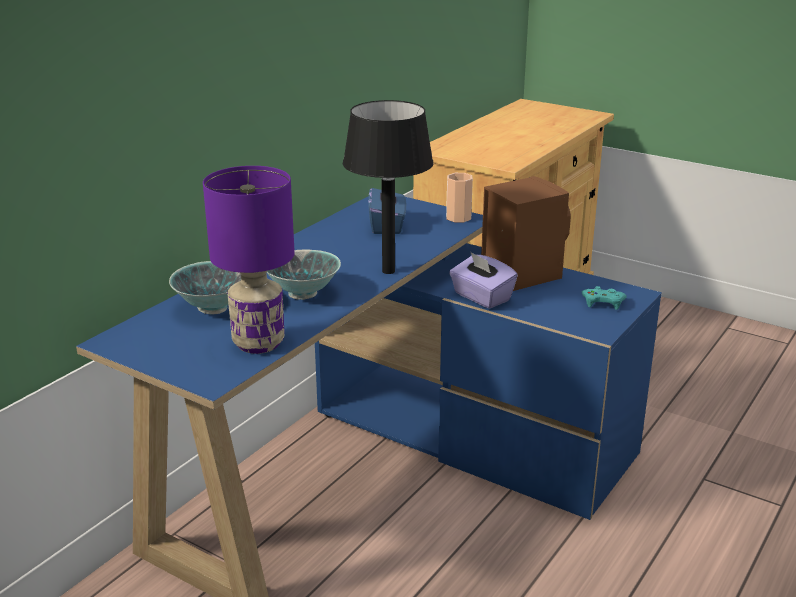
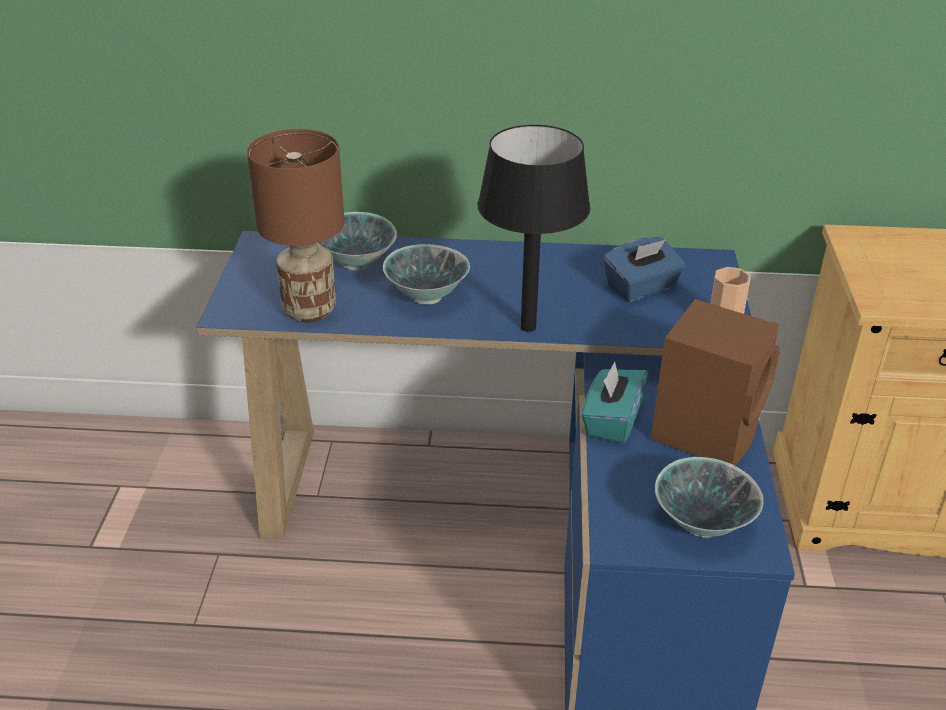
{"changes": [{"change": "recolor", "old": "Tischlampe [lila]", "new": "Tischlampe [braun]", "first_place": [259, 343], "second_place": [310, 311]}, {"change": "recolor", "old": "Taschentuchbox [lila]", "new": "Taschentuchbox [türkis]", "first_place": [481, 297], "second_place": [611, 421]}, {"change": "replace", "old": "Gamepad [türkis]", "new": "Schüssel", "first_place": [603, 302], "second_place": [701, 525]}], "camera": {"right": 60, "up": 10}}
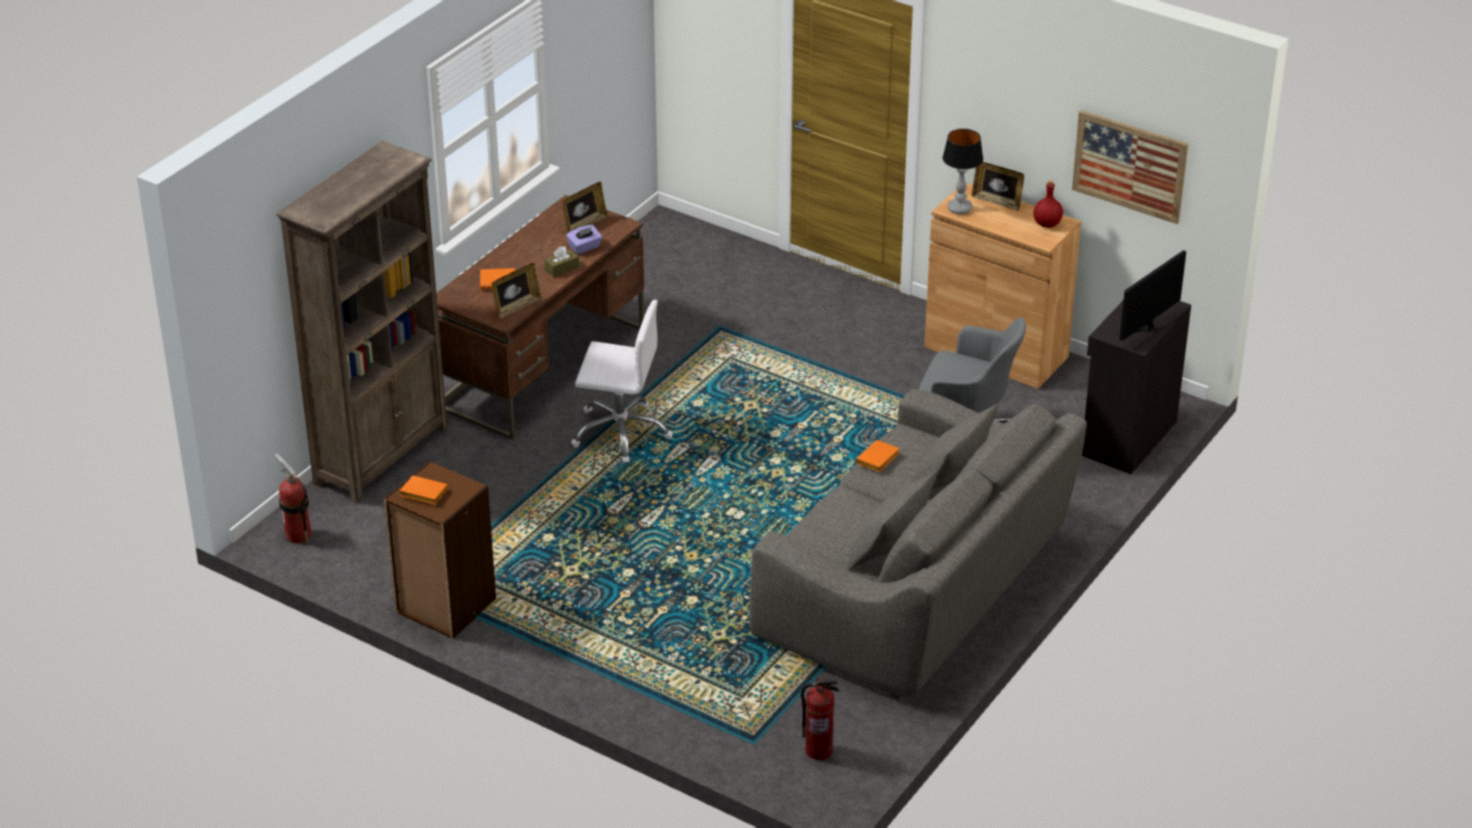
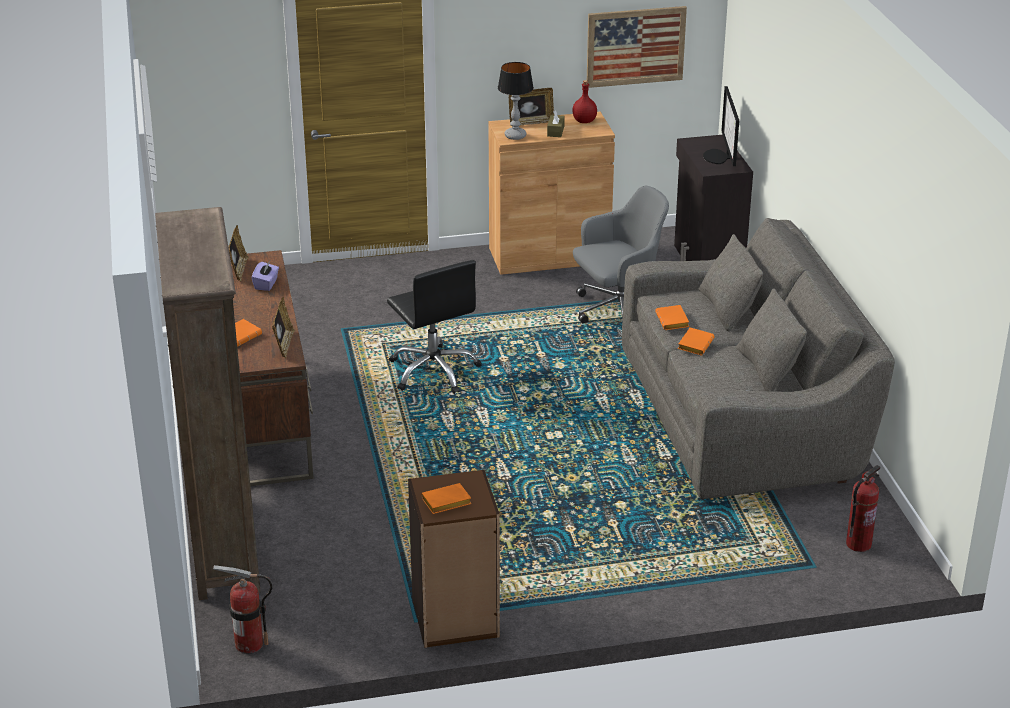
{"changes": [{"change": "move", "old": "Taschentuchbox [braun]", "first_place": [562, 269], "second_place": [555, 131]}, {"change": "delete", "old": "Bürostuhl [weiß]", "first_place": [621, 432]}, {"change": "insert", "new": "Bürostuhl [schwarz]", "second_place": [434, 371]}, {"change": "insert", "new": "Buch [orange]", "second_place": [695, 344]}], "camera": {"right": -45, "up": -5}}
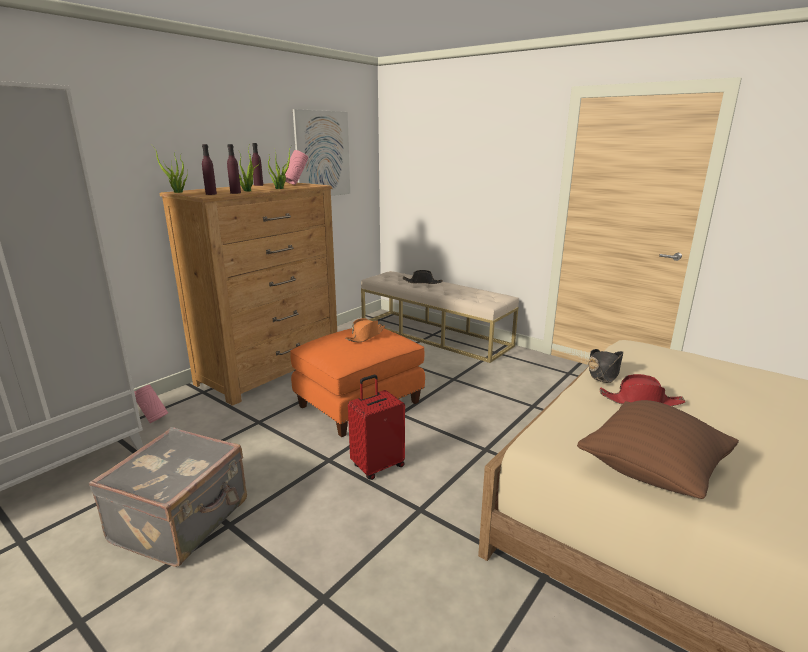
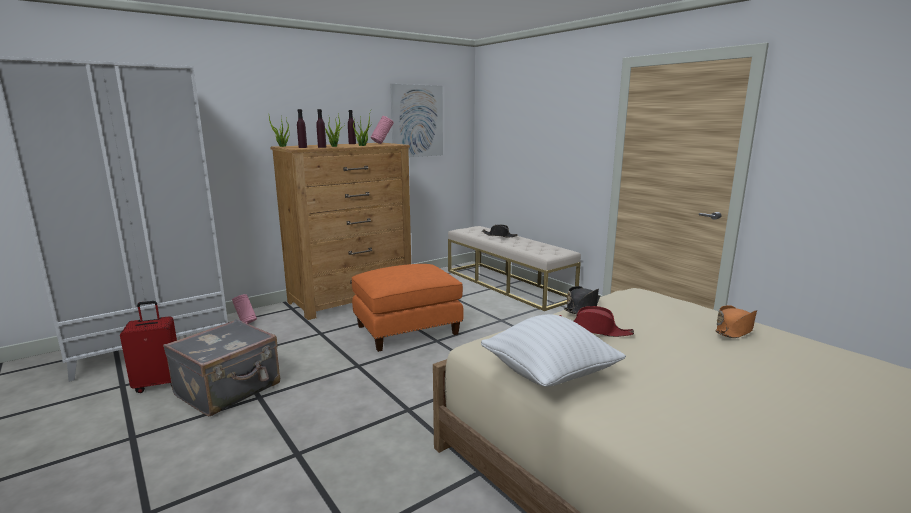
{"changes": [{"change": "move", "old": "Hut [orange]", "first_place": [366, 336], "second_place": [734, 329]}, {"change": "move", "old": "Koffer [rot]", "first_place": [377, 466], "second_place": [159, 383]}, {"change": "recolor", "old": "Kissen [braun]", "new": "Kissen [weiß]", "first_place": [652, 471], "second_place": [549, 375]}], "camera": {"right": 15, "up": -5}}
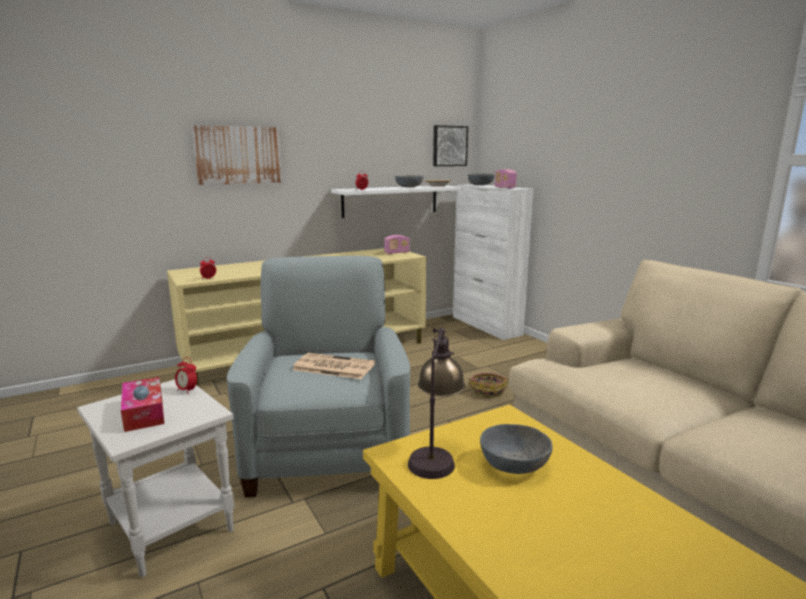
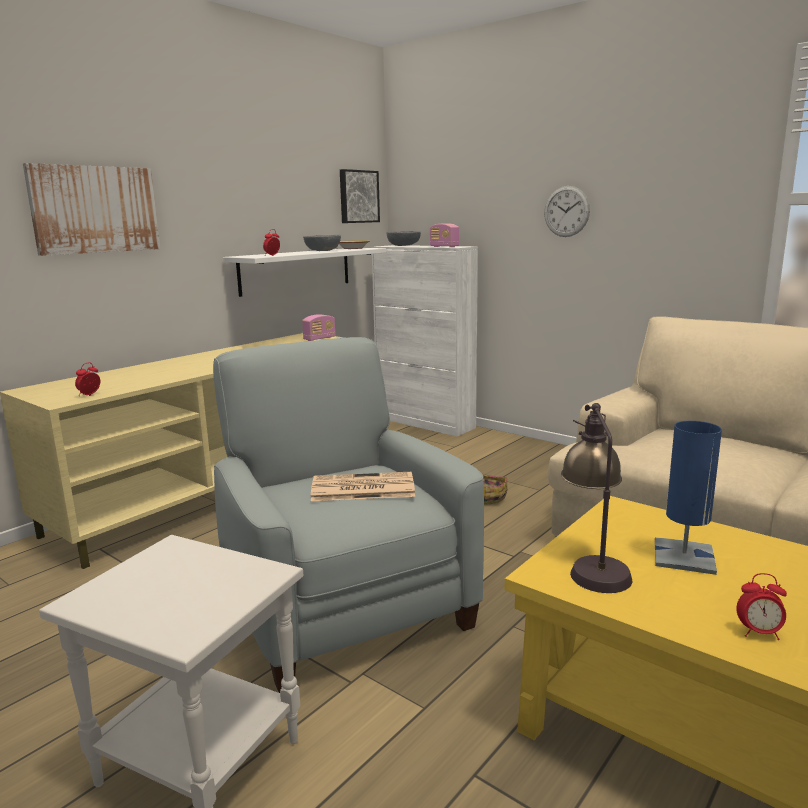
{"changes": [{"change": "move", "old": "Wecker", "first_place": [187, 390], "second_place": [759, 633]}, {"change": "delete", "old": "Taschentuchbox", "first_place": [144, 412]}, {"change": "replace", "old": "Schüssel [grau]", "new": "Tischlampe [blau]", "first_place": [513, 464], "second_place": [683, 557]}, {"change": "insert", "new": "Wanduhr", "second_place": [566, 211]}], "camera": {"right": -20, "up": 0}}
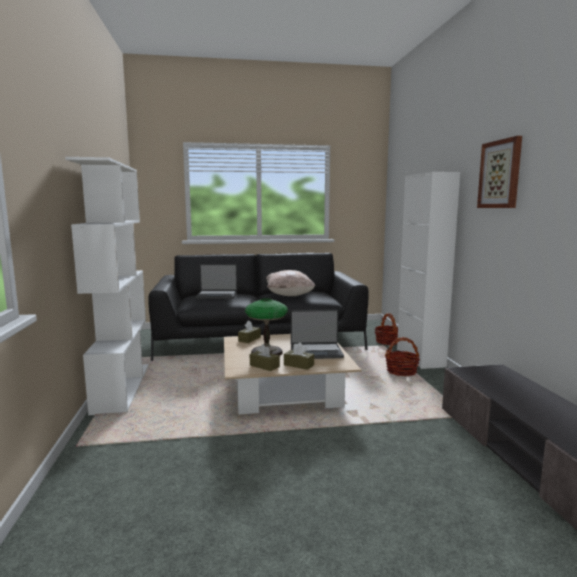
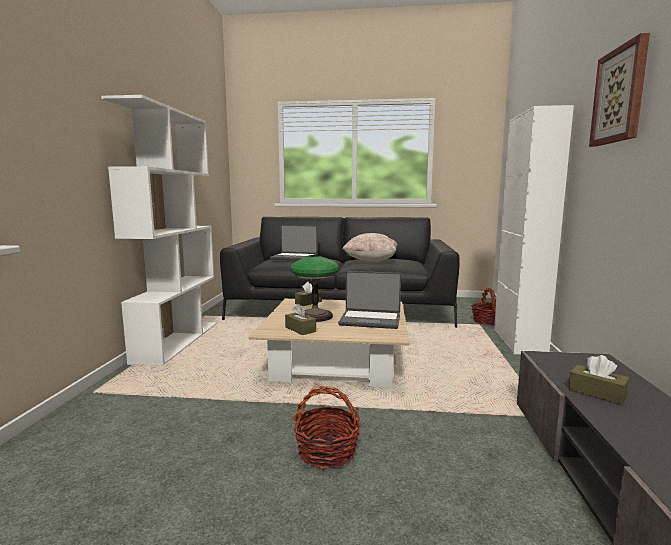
{"changes": [{"change": "move", "old": "Korb", "first_place": [401, 371], "second_place": [327, 451]}, {"change": "move", "old": "Taschentuchbox [braun]", "first_place": [298, 365], "second_place": [597, 393]}], "camera": {"right": 15, "up": 0}}
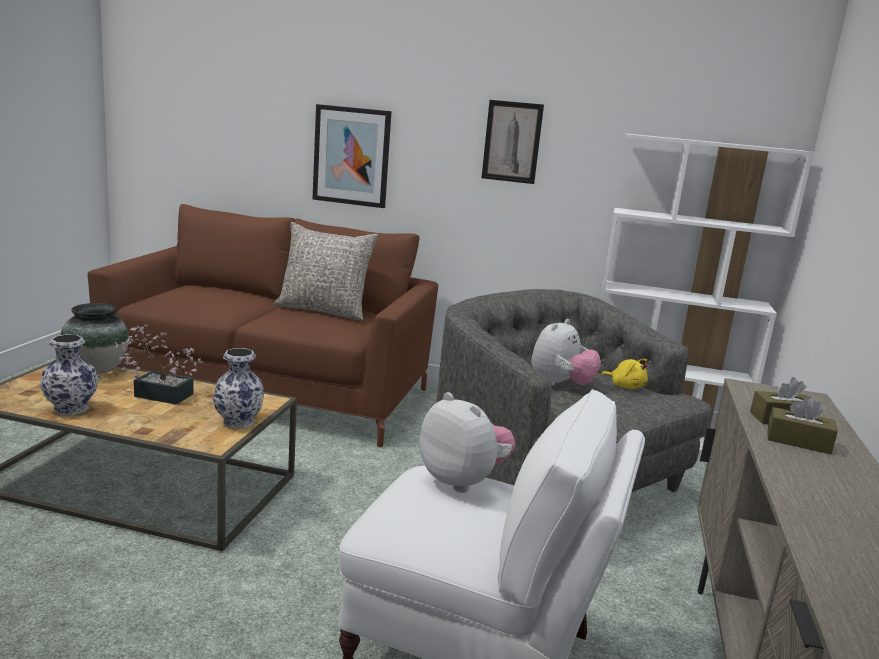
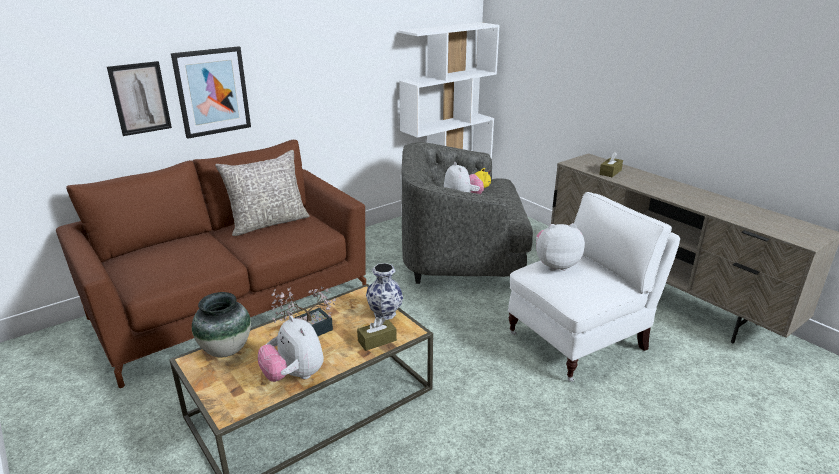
{"changes": [{"change": "move", "old": "Bild", "first_place": [512, 142], "second_place": [140, 98]}, {"change": "replace", "old": "Vase", "new": "Plüschtier", "first_place": [71, 409], "second_place": [294, 376]}, {"change": "move", "old": "Taschentuchbox [braun]", "first_place": [798, 441], "second_place": [377, 341]}], "camera": {"right": -50, "up": 10}}
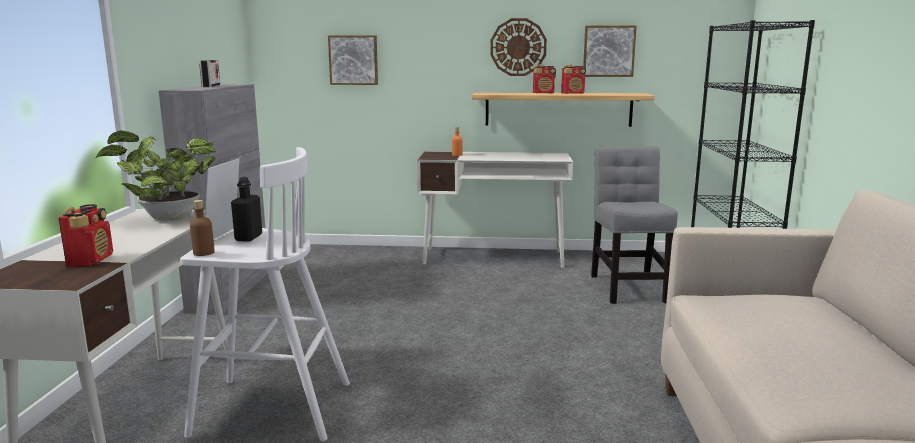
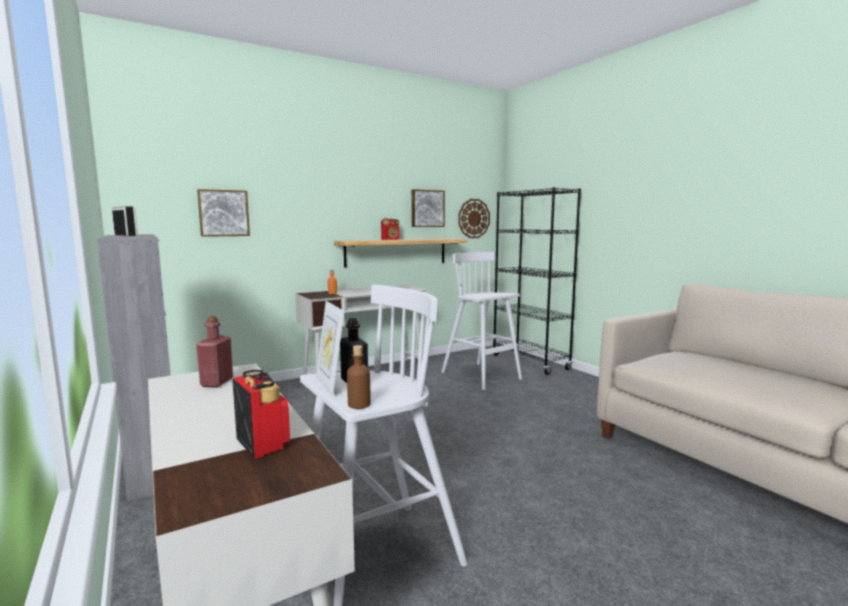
{"changes": [{"change": "move", "old": "Wanduhr", "first_place": [518, 47], "second_place": [473, 218]}, {"change": "delete", "old": "Radio", "first_place": [573, 93]}, {"change": "replace", "old": "Topfpflanze", "new": "Flasche [rot]", "first_place": [166, 218], "second_place": [217, 382]}, {"change": "replace", "old": "Stuhl [grau]", "new": "Hocker [weiß]", "first_place": [627, 287], "second_place": [482, 376]}], "camera": {"right": -35, "up": -5}}
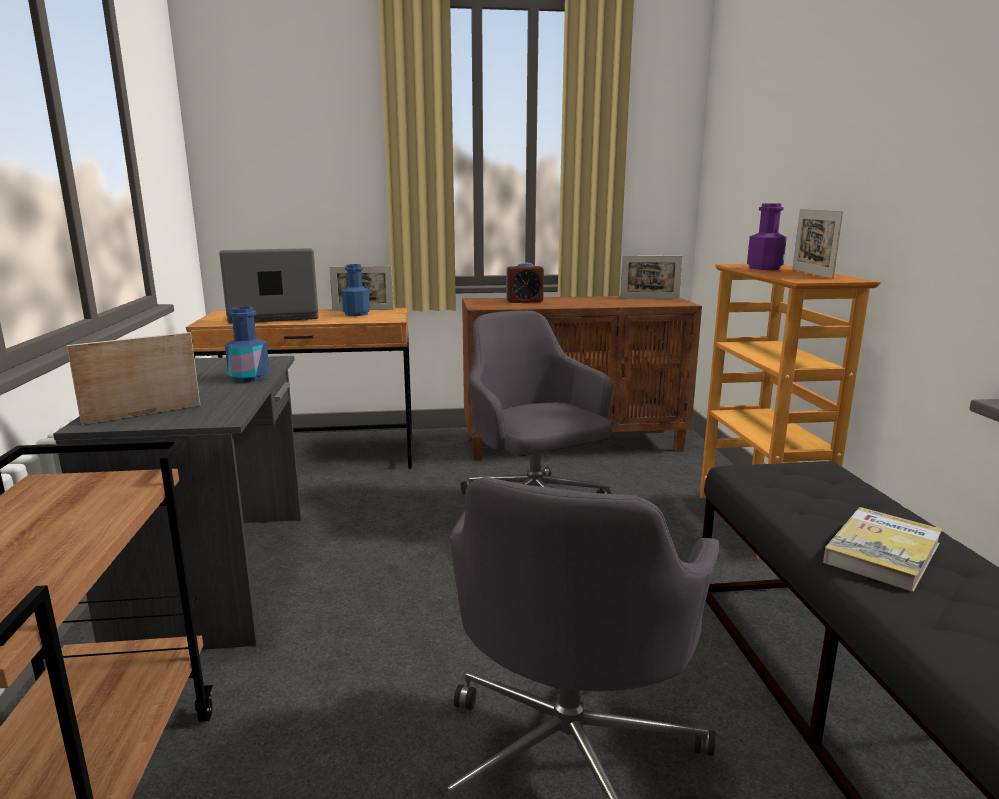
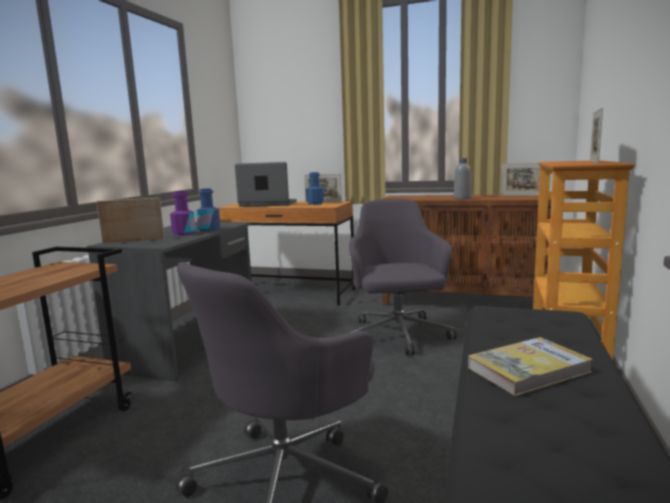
{"changes": [{"change": "move", "old": "Flasche [lila]", "first_place": [764, 268], "second_place": [184, 234]}, {"change": "delete", "old": "Wecker", "first_place": [524, 301]}, {"change": "insert", "new": "Flasche [grau]", "second_place": [462, 198]}], "camera": {"right": 25, "up": -5}}
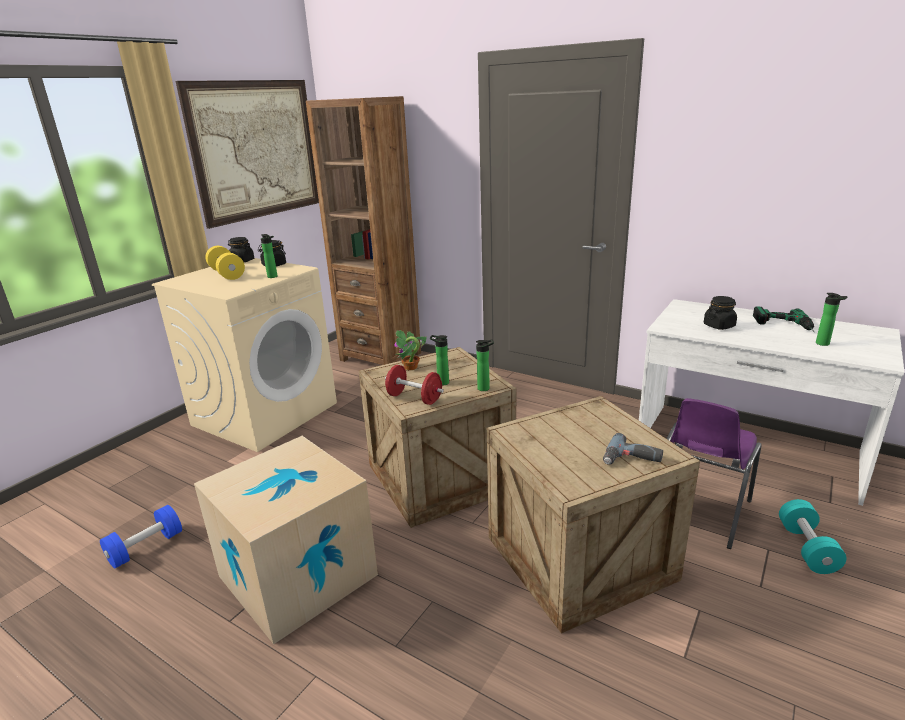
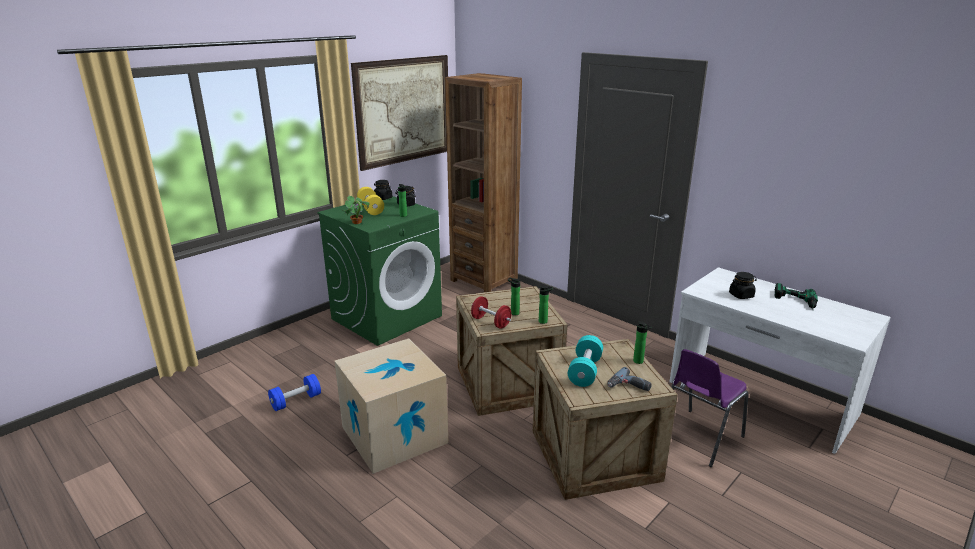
{"changes": [{"change": "recolor", "old": "Waschmaschine [beige]", "new": "Waschmaschine [grün]", "first_place": [265, 413], "second_place": [387, 317]}, {"change": "move", "old": "Flasche", "first_place": [824, 344], "second_place": [639, 362]}, {"change": "move", "old": "Topfpflanze", "first_place": [410, 367], "second_place": [356, 222]}, {"change": "move", "old": "Hantel [türkis]", "first_place": [807, 548], "second_place": [585, 371]}], "camera": {"right": 10, "up": 0}}
